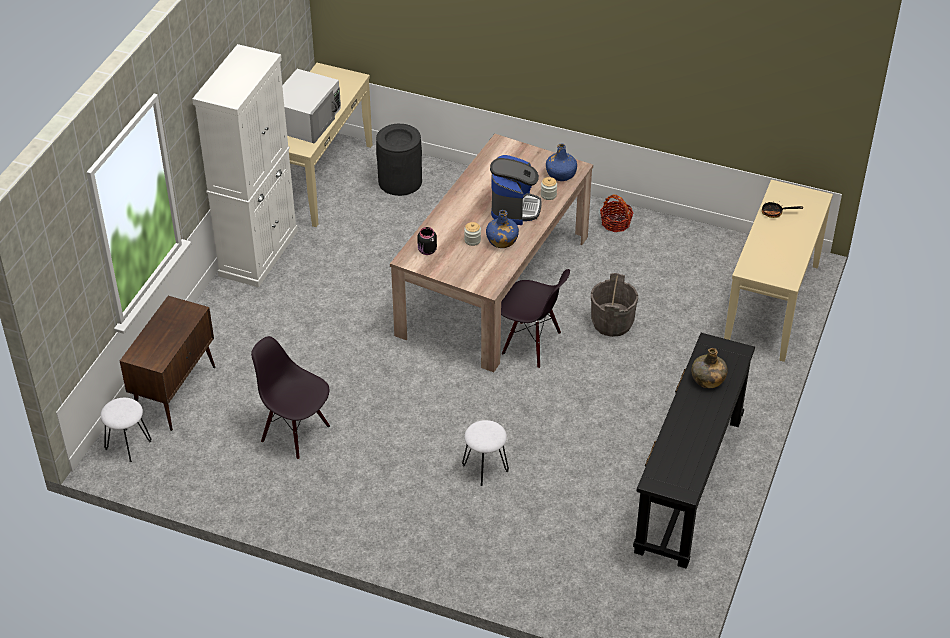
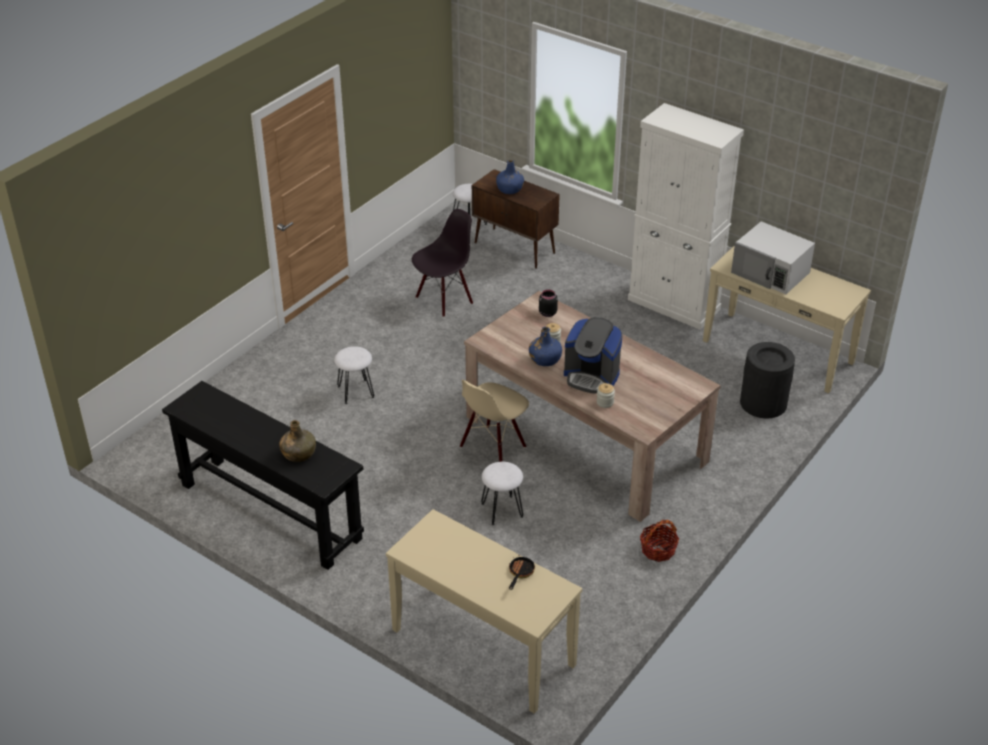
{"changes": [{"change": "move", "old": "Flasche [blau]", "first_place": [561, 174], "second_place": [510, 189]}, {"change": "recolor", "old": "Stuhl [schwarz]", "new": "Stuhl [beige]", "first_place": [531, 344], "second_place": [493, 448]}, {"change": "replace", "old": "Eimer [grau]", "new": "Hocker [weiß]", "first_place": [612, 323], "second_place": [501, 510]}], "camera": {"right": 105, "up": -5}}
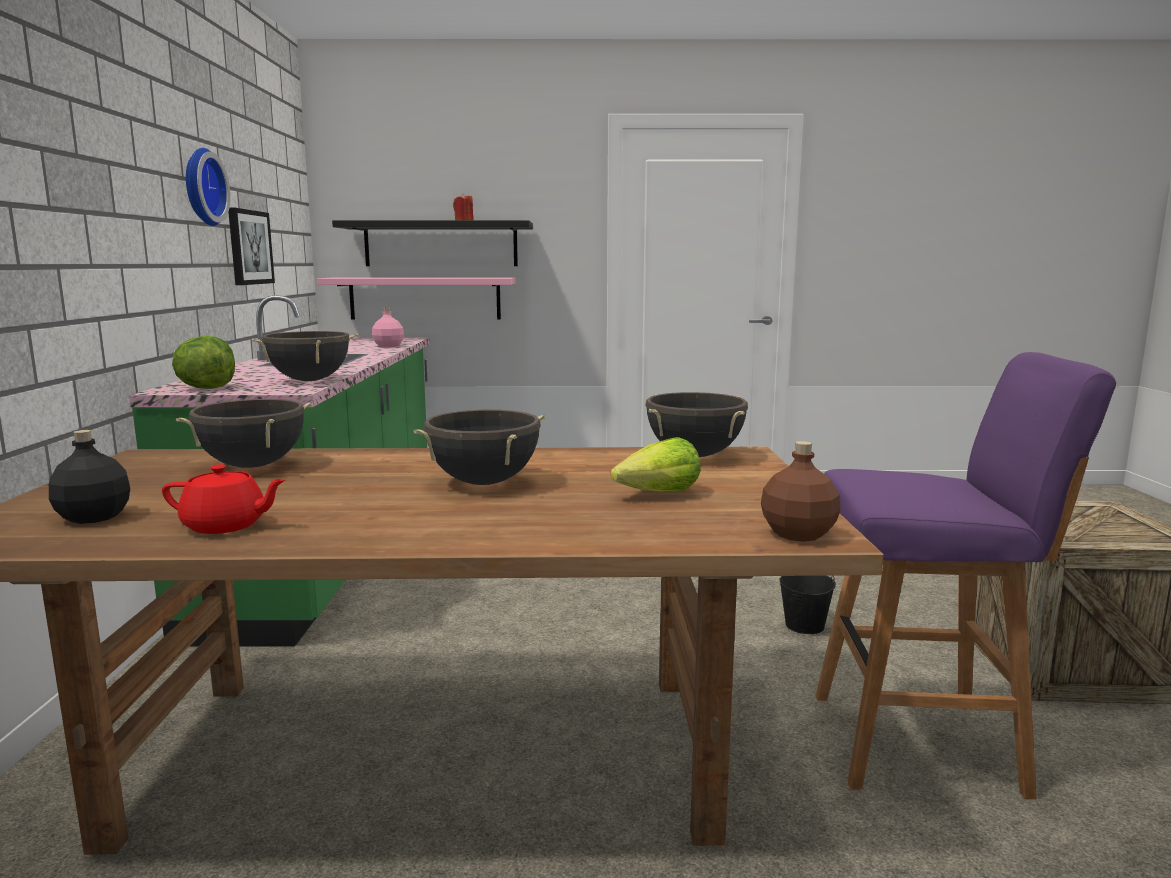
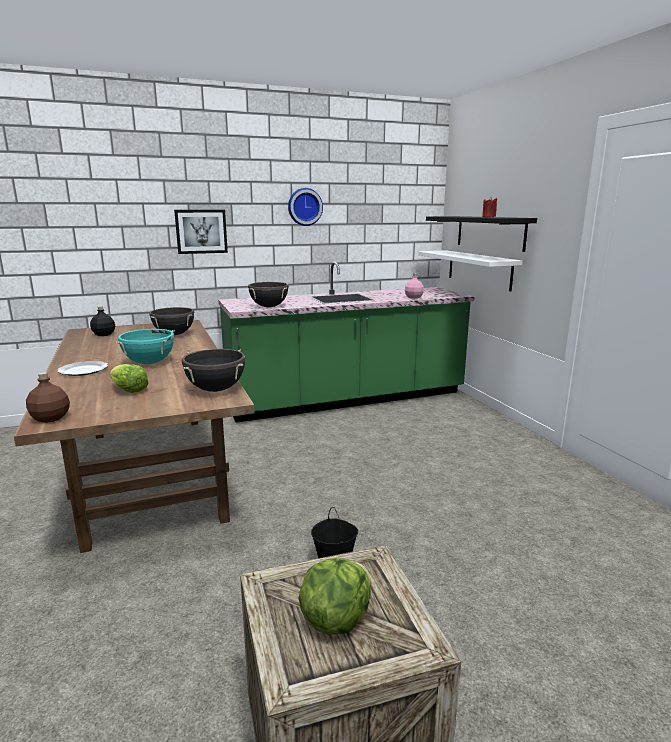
{"changes": [{"change": "move", "old": "Bild", "first_place": [249, 247], "second_place": [201, 231]}, {"change": "recolor", "old": "Wandregal [rosa]", "new": "Wandregal [weiß]", "first_place": [425, 298], "second_place": [479, 269]}, {"change": "move", "old": "Salatkopf", "first_place": [206, 388], "second_place": [335, 618]}, {"change": "delete", "old": "Hocker [lila]", "first_place": [921, 743]}, {"change": "recolor", "old": "Kochtopf [schwarz]", "new": "Kochtopf [türkis]", "first_place": [483, 483], "second_place": [149, 363]}, {"change": "delete", "old": "Teekanne [rot]", "first_place": [226, 526]}, {"change": "insert", "new": "Teller", "second_place": [83, 370]}], "camera": {"right": 70, "up": 5}}
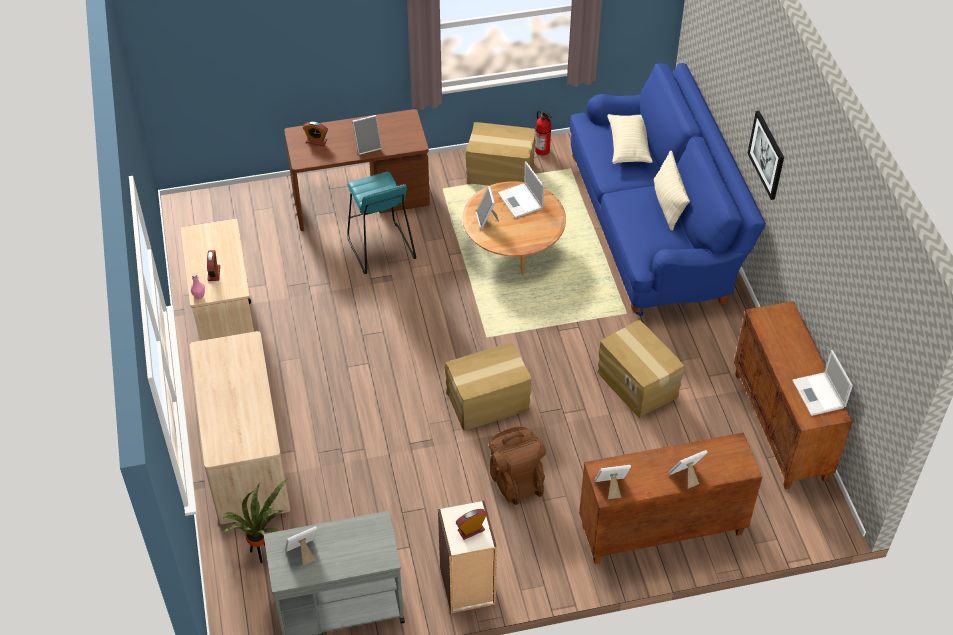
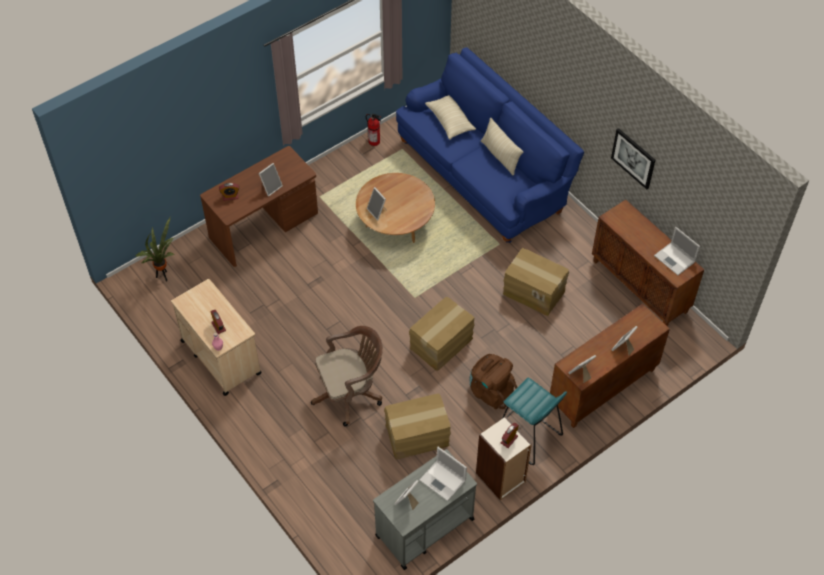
{"changes": [{"change": "move", "old": "Bild", "first_place": [767, 155], "second_place": [633, 158]}, {"change": "move", "old": "Karton", "first_place": [500, 172], "second_place": [417, 436]}, {"change": "move", "old": "Laptop", "first_place": [521, 201], "second_place": [443, 480]}, {"change": "move", "old": "Hocker [türkis]", "first_place": [380, 249], "second_place": [528, 436]}, {"change": "delete", "old": "Schreibtisch [beige]", "first_place": [245, 455]}, {"change": "move", "old": "Topfpflanze", "first_place": [261, 553], "second_place": [164, 276]}, {"change": "insert", "new": "Bürostuhl [braun]", "second_place": [350, 393]}], "camera": {"right": -25, "up": 5}}
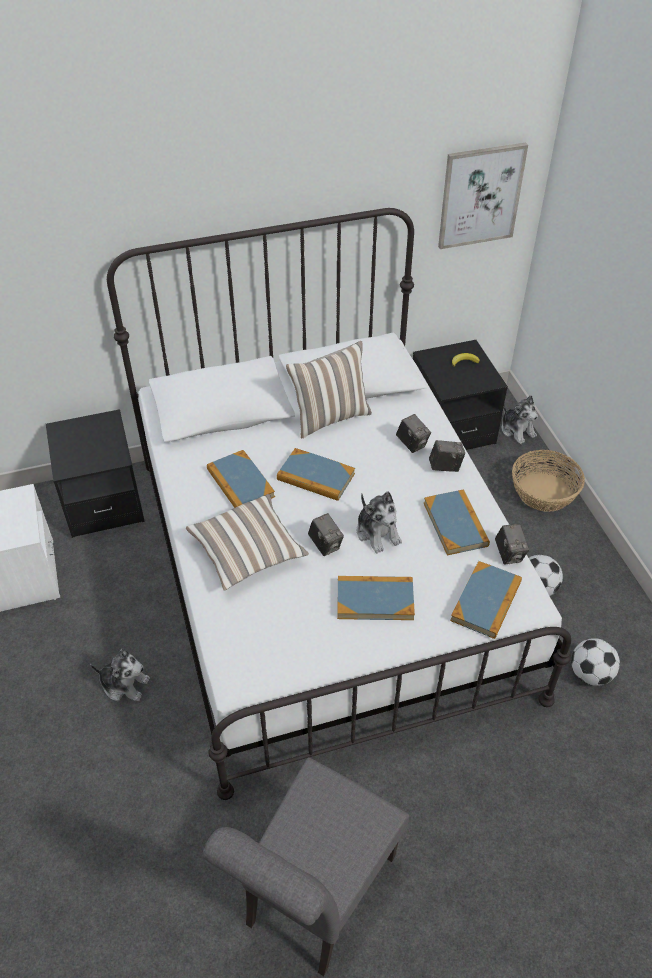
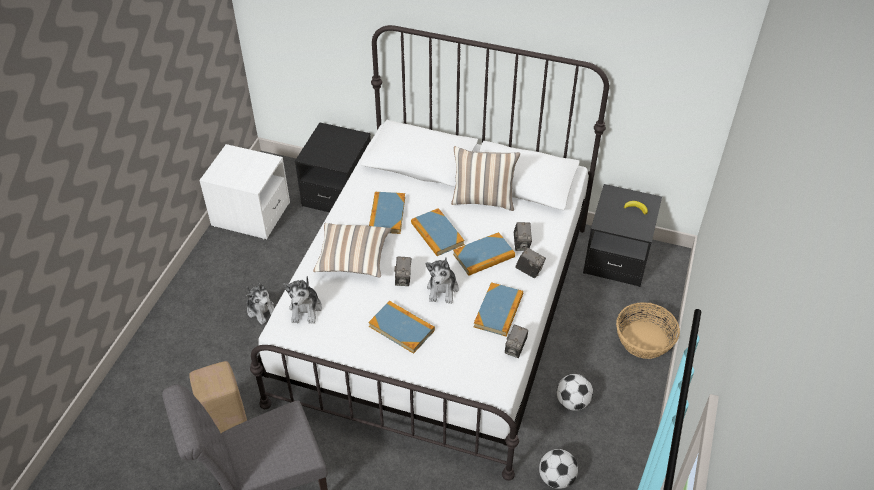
{"changes": [{"change": "delete", "old": "Bild", "first_place": [480, 196]}, {"change": "move", "old": "Plüschtier", "first_place": [517, 430], "second_place": [305, 309]}, {"change": "move", "old": "Buch", "first_place": [486, 601], "second_place": [484, 256]}, {"change": "insert", "new": "Hocker [beige]", "second_place": [226, 426]}], "camera": {"right": 35, "up": 0}}
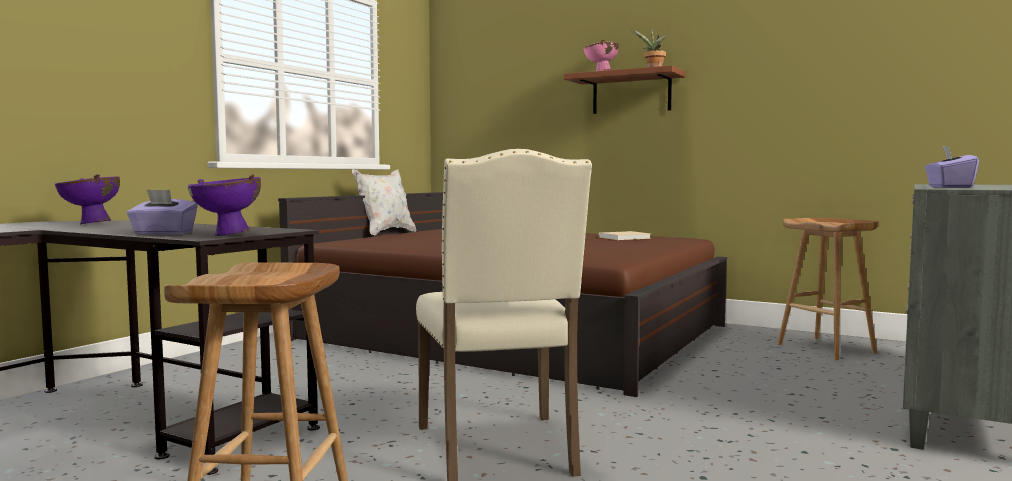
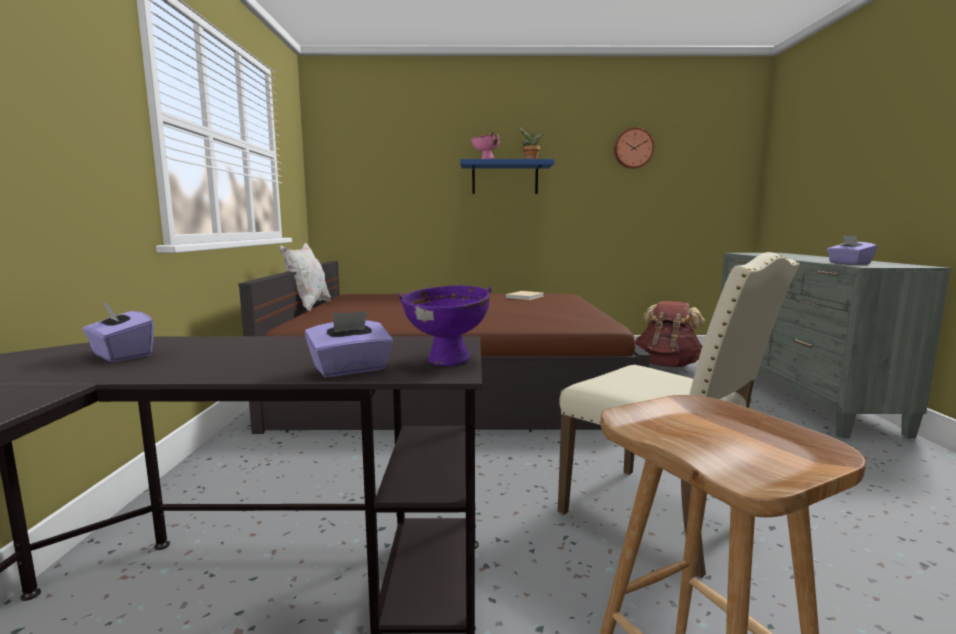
{"changes": [{"change": "recolor", "old": "Wandregal [braun]", "new": "Wandregal [blau]", "first_place": [631, 93], "second_place": [505, 178]}, {"change": "replace", "old": "Schüssel [lila]", "new": "Taschentuchbox [lila]", "first_place": [91, 224], "second_place": [121, 355]}, {"change": "replace", "old": "Hocker [braun]", "new": "Rucksack [braun]", "first_place": [827, 348], "second_place": [667, 365]}, {"change": "insert", "new": "Wanduhr", "second_place": [633, 148]}], "camera": {"right": -30, "up": 5}}
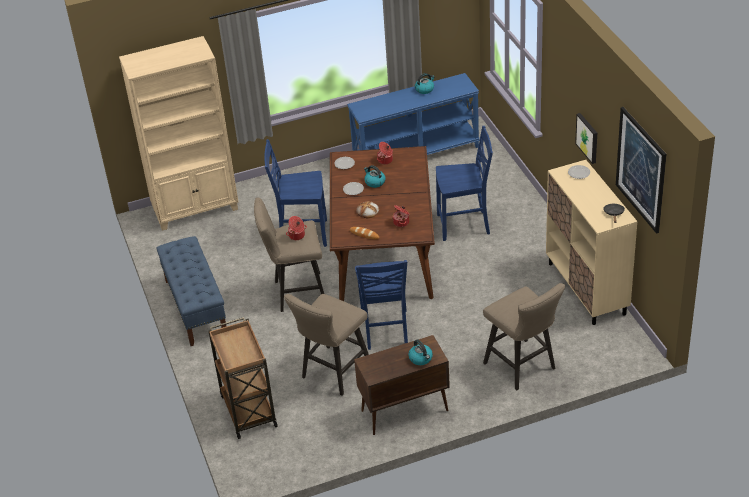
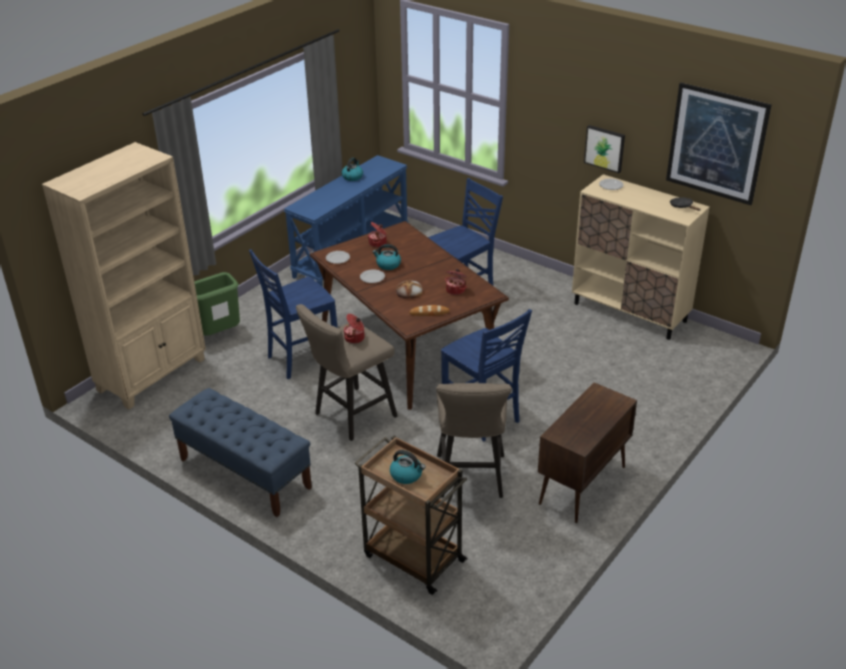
{"changes": [{"change": "delete", "old": "Hocker [beige]", "first_place": [523, 368]}, {"change": "move", "old": "Wasserkessel", "first_place": [421, 358], "second_place": [407, 475]}, {"change": "insert", "new": "Mülleimer [grün]", "second_place": [219, 335]}], "camera": {"right": -35, "up": -5}}
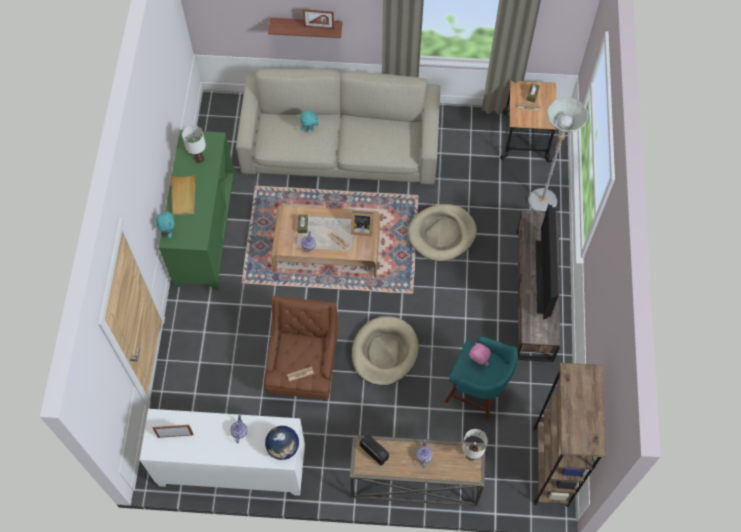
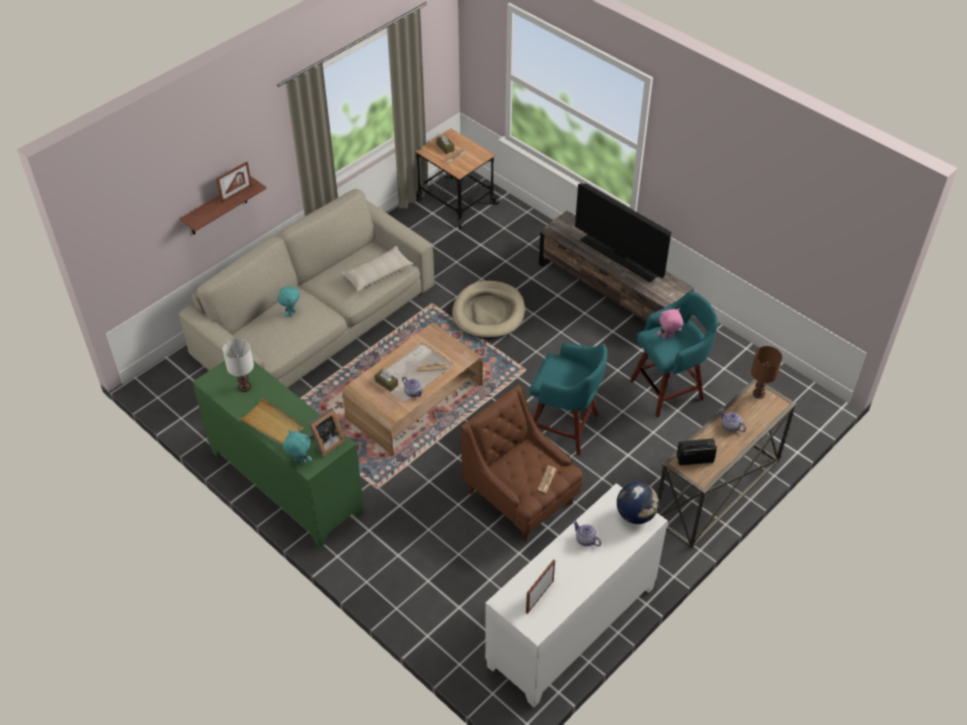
{"changes": [{"change": "delete", "old": "Stehlampe [grau]", "first_place": [541, 206]}, {"change": "move", "old": "Bilderrahmen", "first_place": [361, 228], "second_place": [325, 443]}, {"change": "replace", "old": "Hundebett [beige]", "new": "Hocker [türkis]", "first_place": [384, 352], "second_place": [565, 427]}, {"change": "delete", "old": "Bücherregal [braun]", "first_place": [551, 465]}, {"change": "recolor", "old": "Tischlampe [weiß]", "new": "Tischlampe [braun]", "first_place": [470, 455], "second_place": [758, 394]}, {"change": "insert", "new": "Kissen [beige]", "second_place": [377, 274]}], "camera": {"right": -50, "up": -15}}
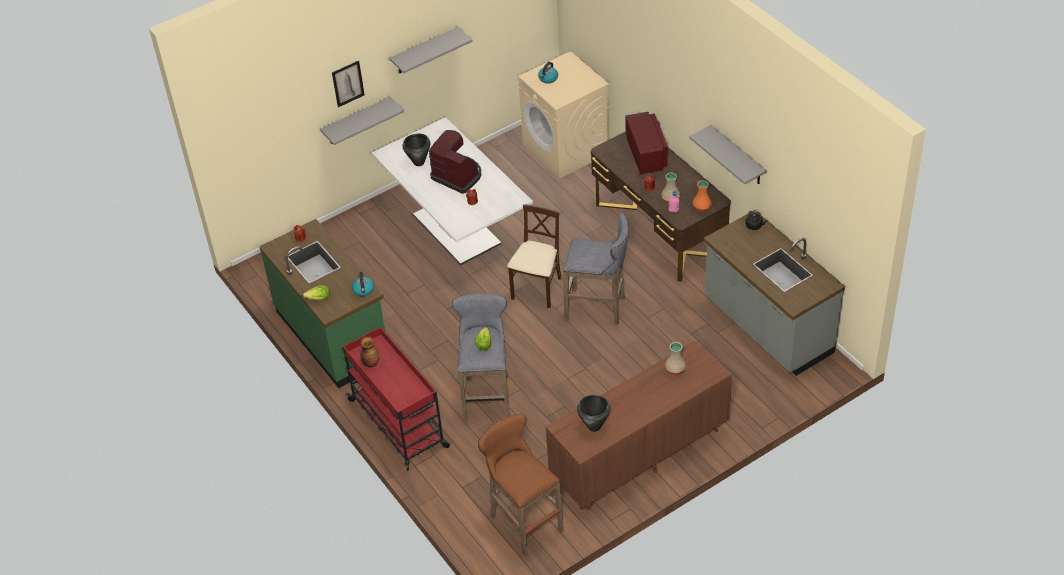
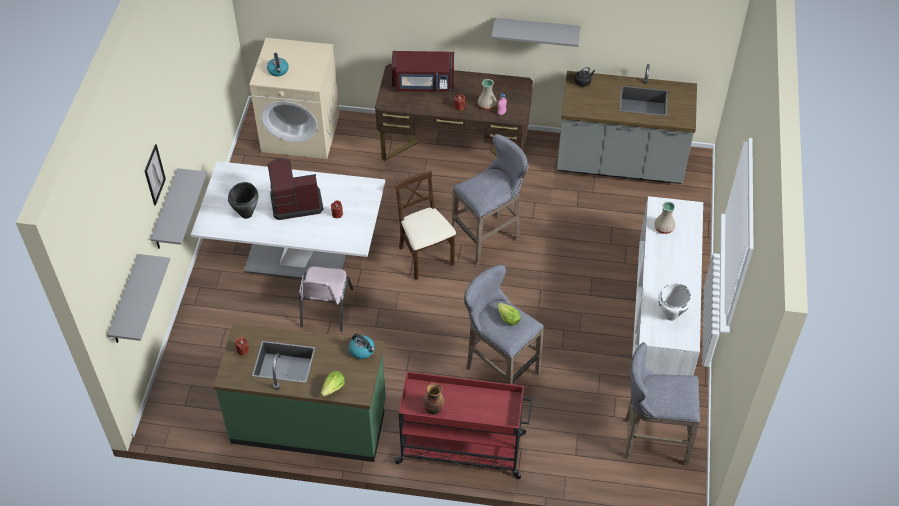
{"changes": [{"change": "move", "old": "Wandregal [grau]", "first_place": [425, 51], "second_place": [125, 302]}, {"change": "rotate", "old": "Mikrowelle [rot]", "first_place": [646, 154], "second_place": [423, 83], "degrees": 150}, {"change": "delete", "old": "Vase [orange]", "first_place": [702, 207]}, {"change": "recolor", "old": "Kommode [braun]", "new": "Kommode [weiß]", "first_place": [639, 455], "second_place": [660, 322]}, {"change": "recolor", "old": "Kochtopf [schwarz]", "new": "Kochtopf [weiß]", "first_place": [594, 427], "second_place": [671, 315]}, {"change": "recolor", "old": "Hocker [braun]", "new": "Hocker [grau]", "first_place": [523, 522], "second_place": [652, 441]}, {"change": "insert", "new": "Stuhl [rosa]", "second_place": [325, 308]}], "camera": {"right": -50, "up": 5}}
